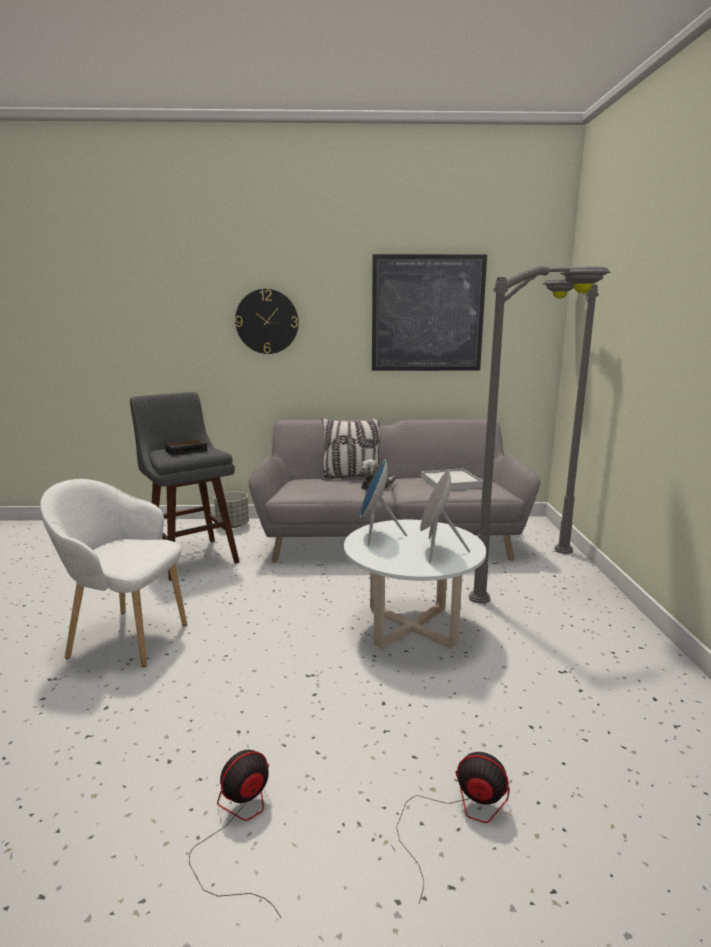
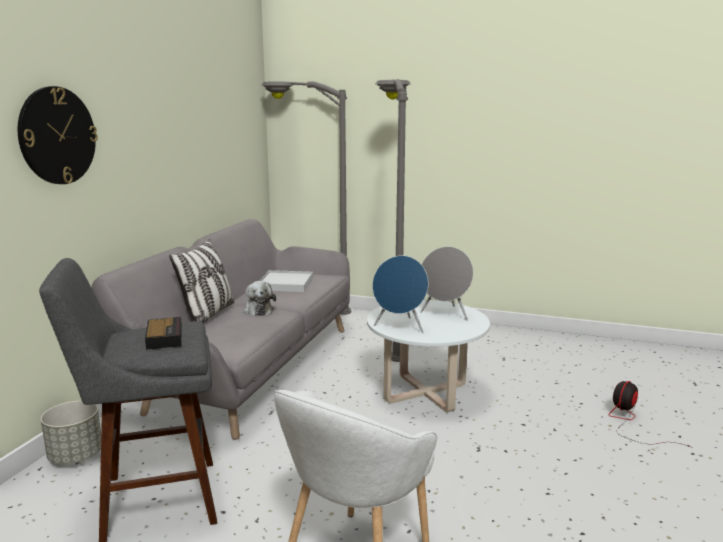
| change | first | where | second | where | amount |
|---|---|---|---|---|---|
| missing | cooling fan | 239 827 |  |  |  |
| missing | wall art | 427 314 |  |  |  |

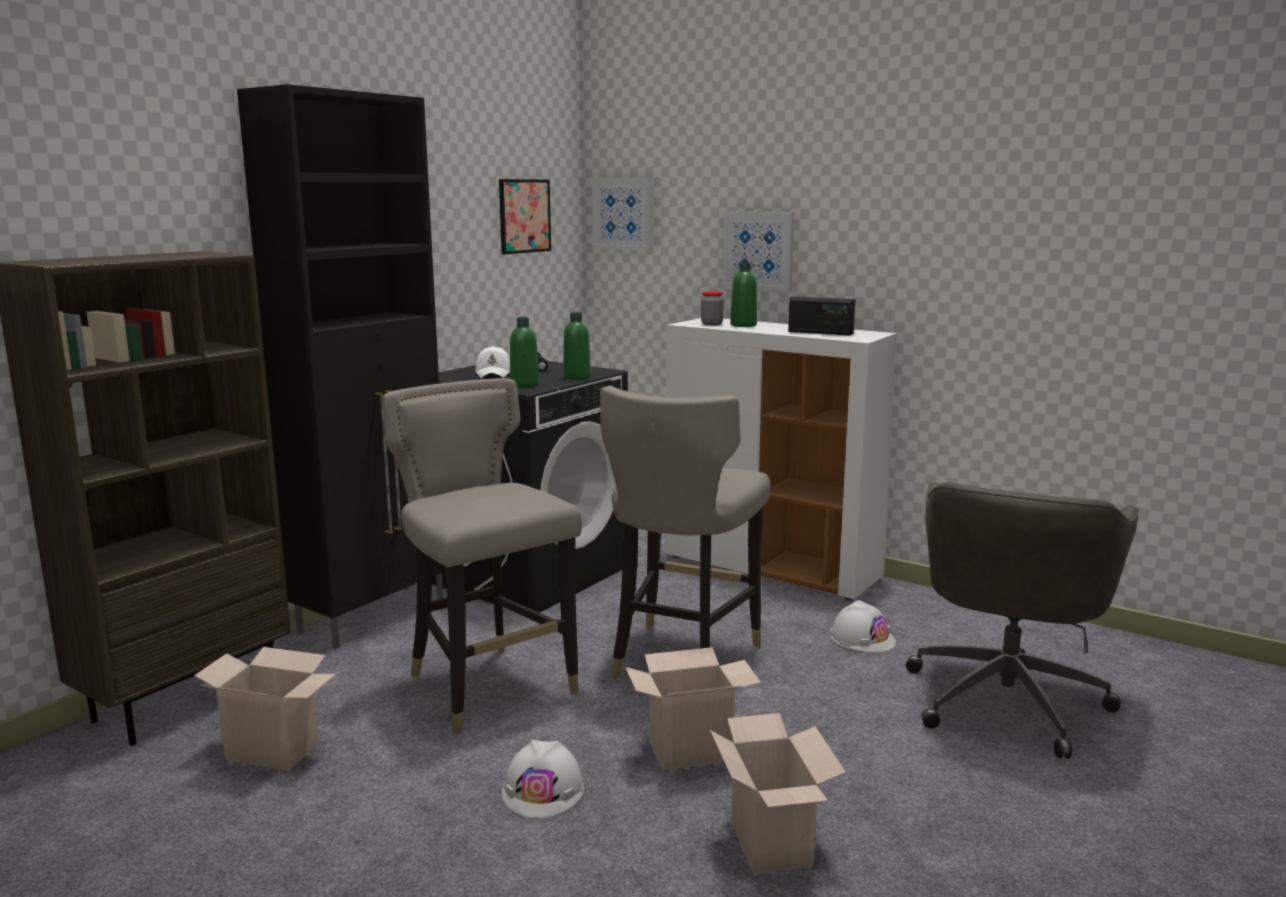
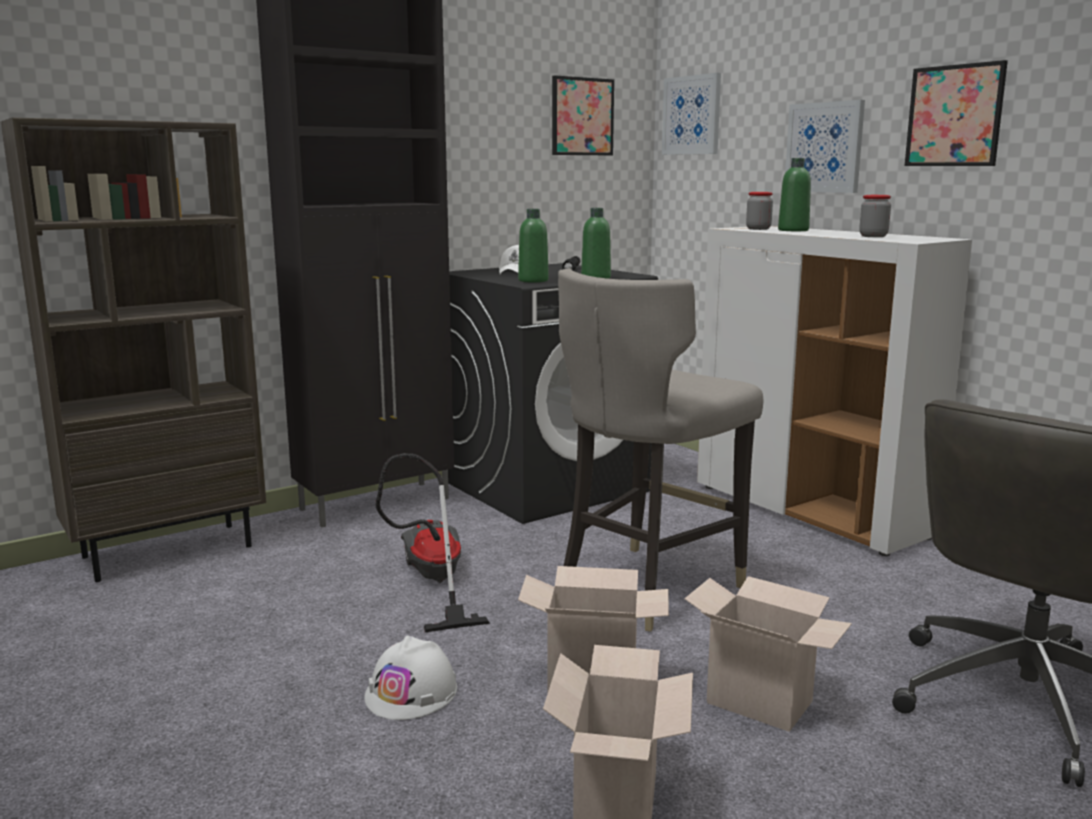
| change | first | where | second | where | amount |
|---|---|---|---|---|---|
| missing | white-coloured hard hat | 862 638 |  |  |  |
| appeared |  |  | wall art | 954 116 |  |
| relocated | packing box | 276 750 |  | 763 702 |  |
| exchanged | greyish sitting stool | 487 686 | hoover | 432 582 |  |
| exchanged | radio set | 820 332 | preserve jar | 873 236 |  |

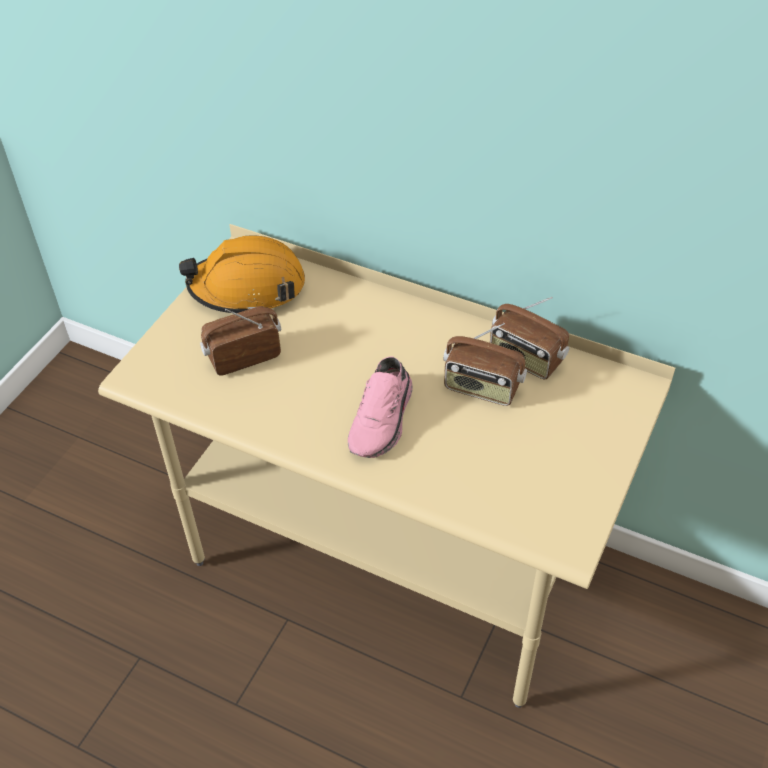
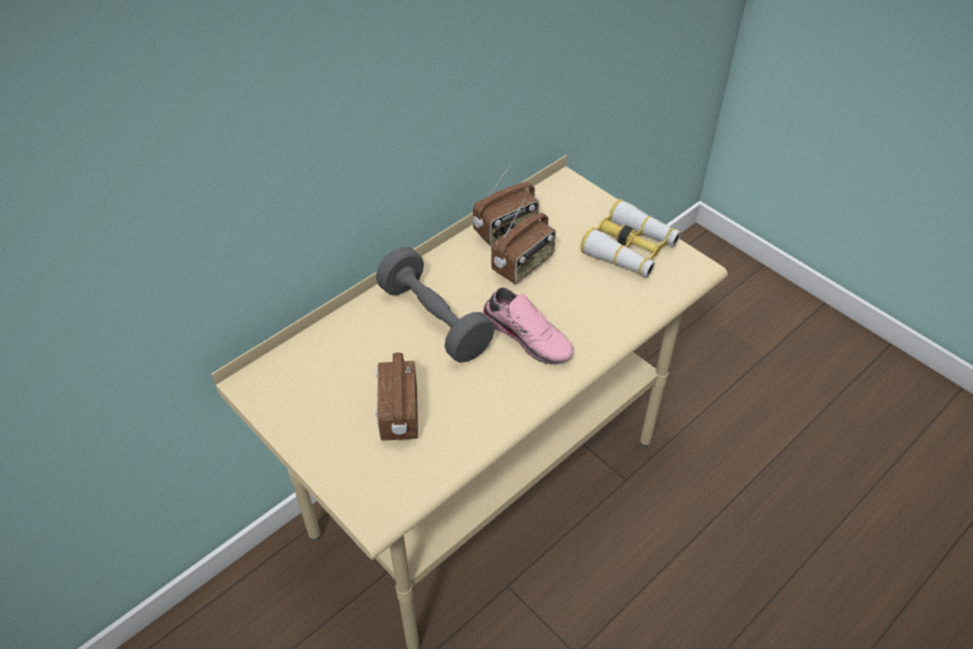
| change | first | where | second | where | amount |
|---|---|---|---|---|---|
| missing | orange-coloured hard hat | 247 288 |  |  |  |
| appeared |  |  | greyish hand weight | 434 320 |  |
| appeared |  |  | field glasses | 630 249 |  |

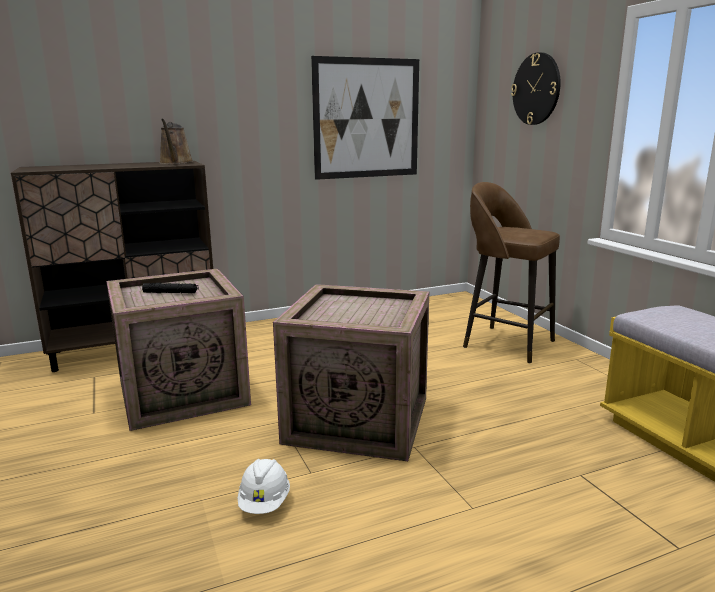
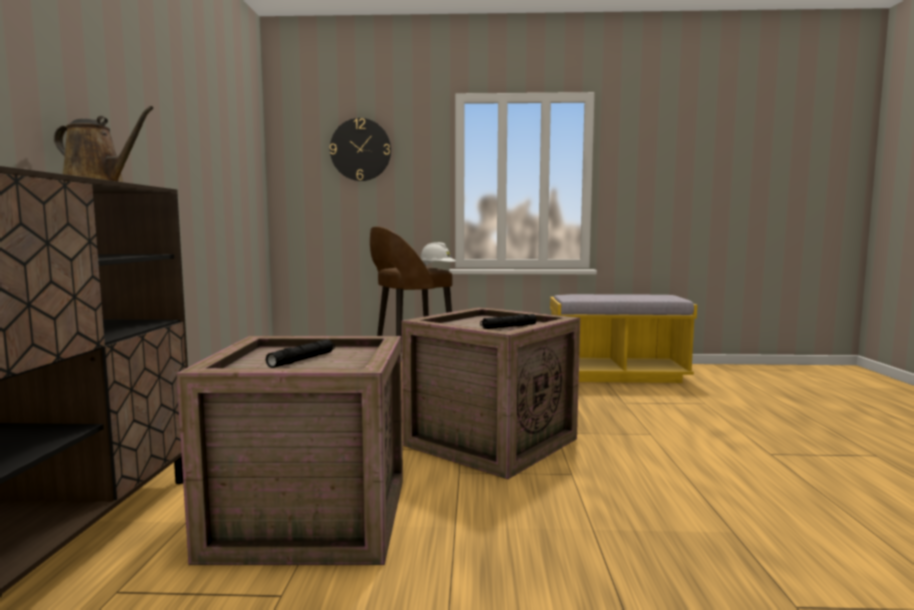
| change | first | where | second | where | amount |
|---|---|---|---|---|---|
| missing | wall art | 367 118 |  |  |  |
| appeared |  |  | blackish hand torch | 508 327 |  |
| relocated | white-coloured hard hat | 264 502 |  | 437 268 |  |

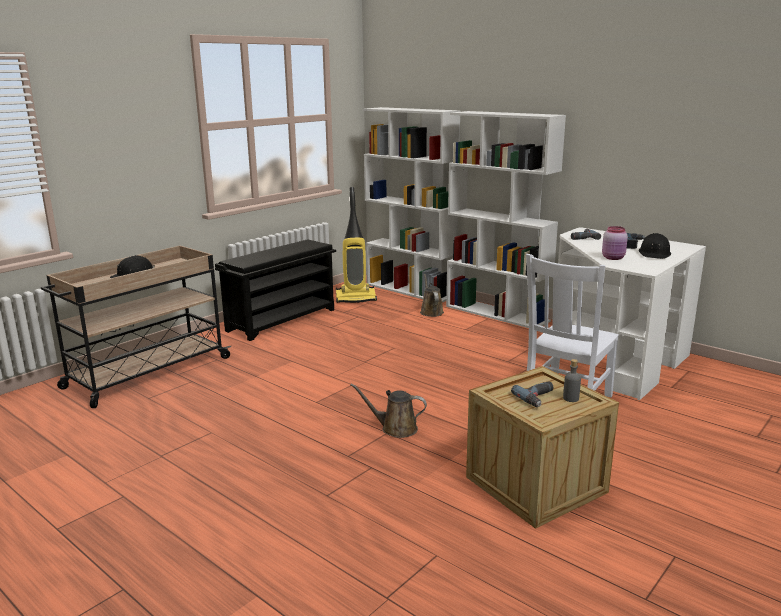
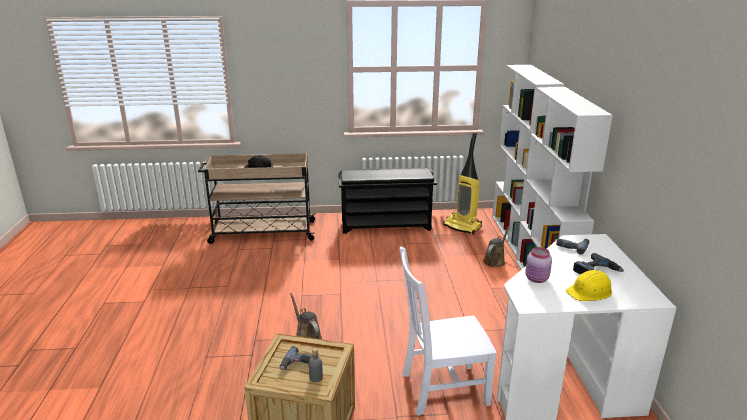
| change | first | where | second | where | amount |
|---|---|---|---|---|---|
| colour | blackish hard hat | 654 253 | yellow hard hat | 590 292 |  |

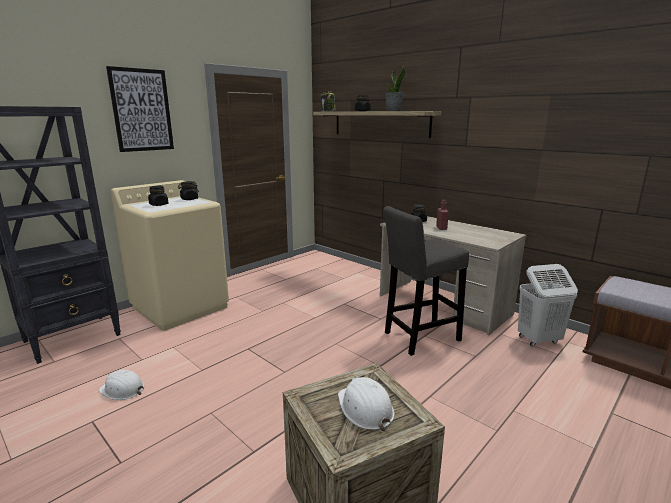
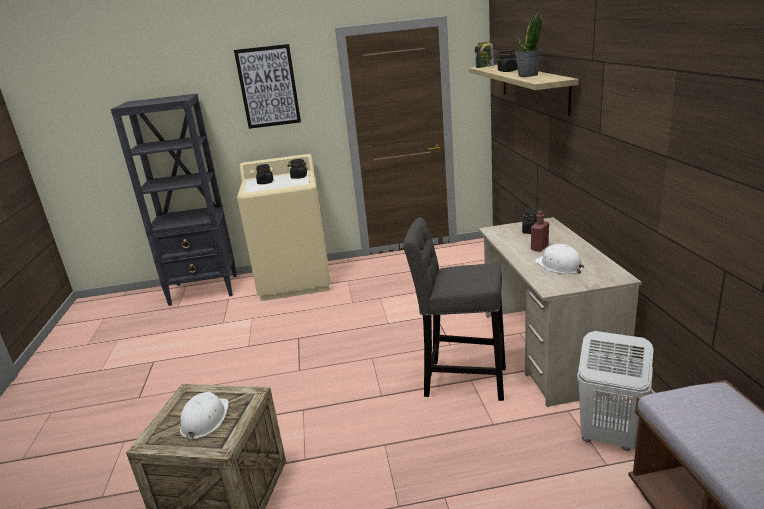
| change | first | where | second | where | amount |
|---|---|---|---|---|---|
| relocated | white-coloured hard hat | 122 389 |  | 559 265 |  |

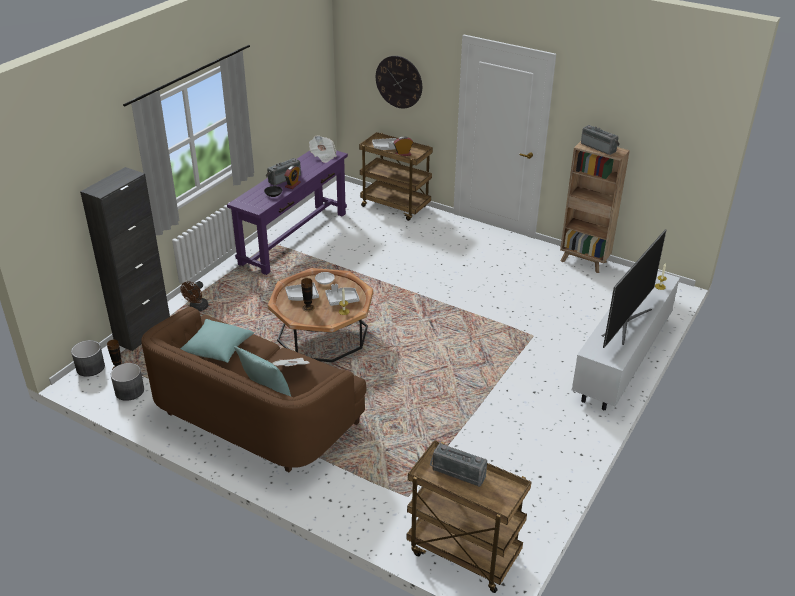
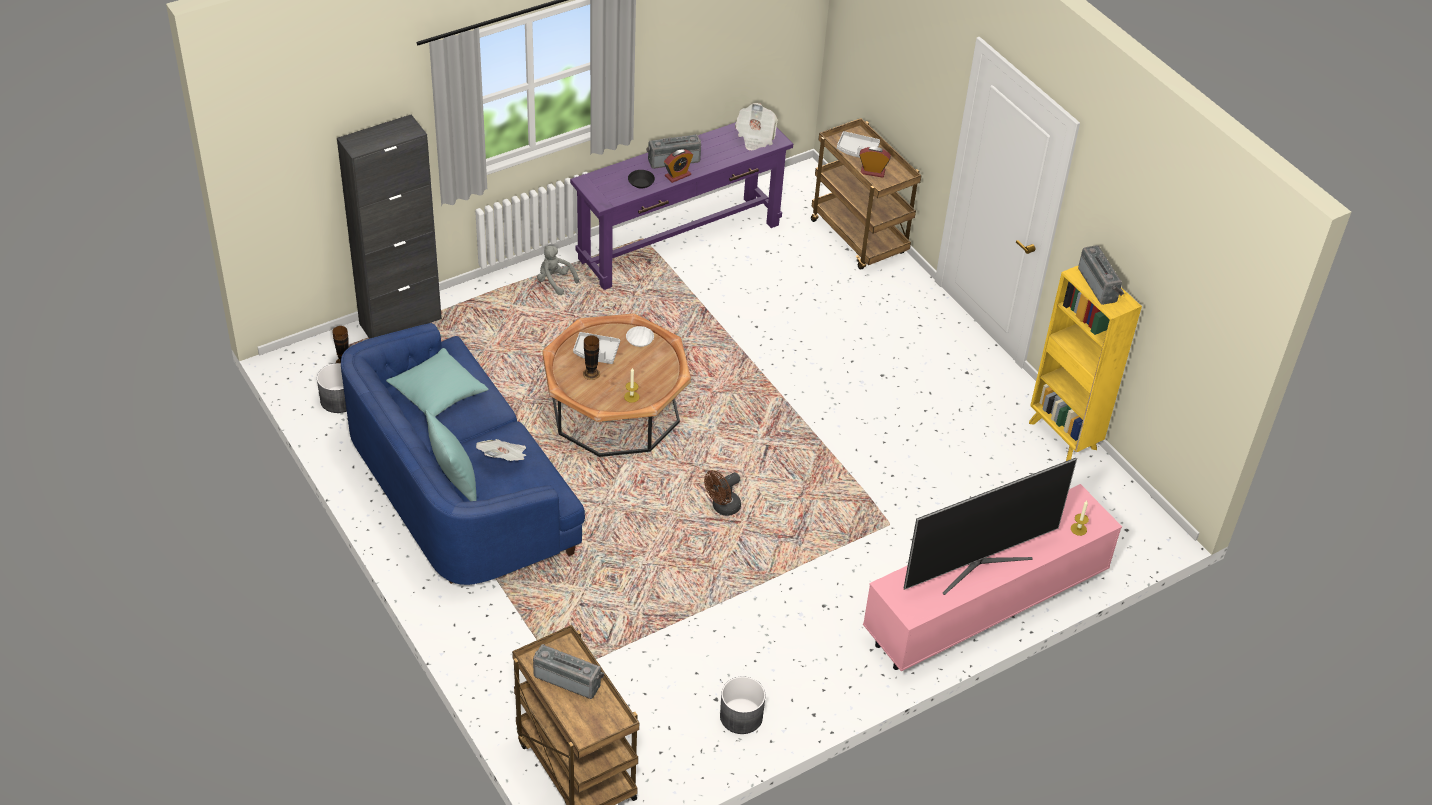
| change | first | where | second | where | amount |
|---|---|---|---|---|---|
| missing | greyish serving tray | 342 299 |  |  |  |
| missing | hanging clock | 399 82 |  |  |  |
| appeared |  |  | greyish soft toy | 555 281 |  |
| relocated | greyish plant pot | 90 367 |  | 741 716 |  |
| relocated | brown cooling fan | 197 308 |  | 722 508 |  |
| colour | brown couch | 254 414 | blue couch | 459 491 |  |
| colour | brown shelving unit | 584 262 | yellow shelving unit | 1063 436 |  |
| colour | white-coloured media console | 621 358 | pink-coloured media console | 983 607 |  |
| spun | radio set | 457 476 |  | 569 678 | 150 degrees clockwise |

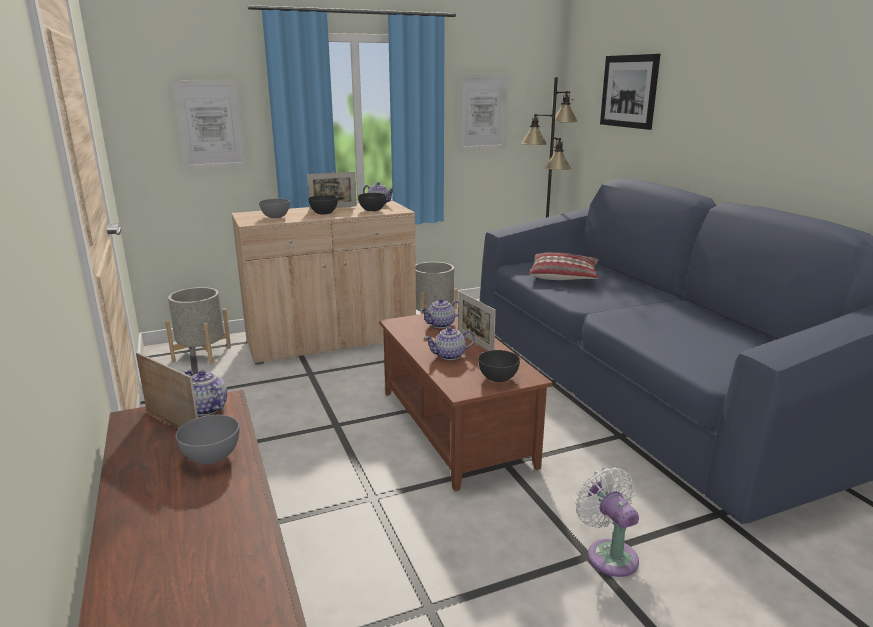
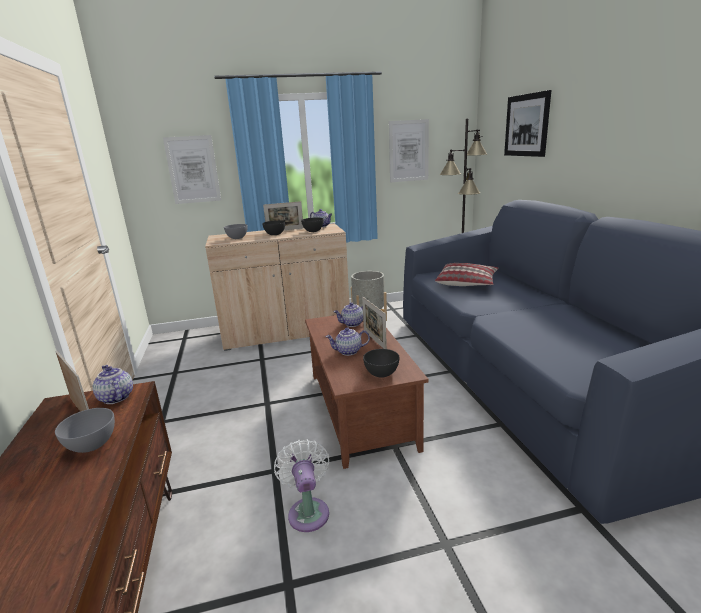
| change | first | where | second | where | amount |
|---|---|---|---|---|---|
| missing | greyish plant pot | 202 354 |  |  |  |
| relocated | white-coloured cooling fan | 609 554 |  | 308 511 |  |

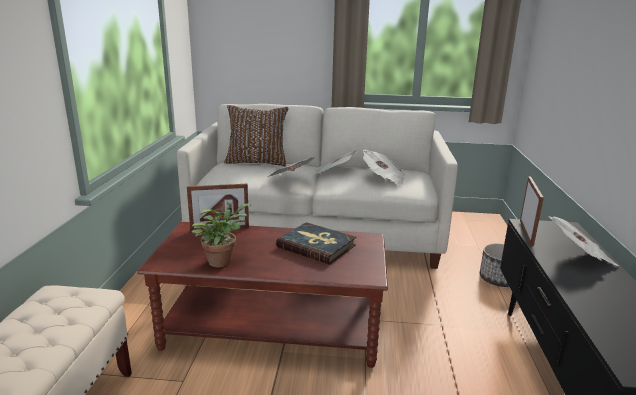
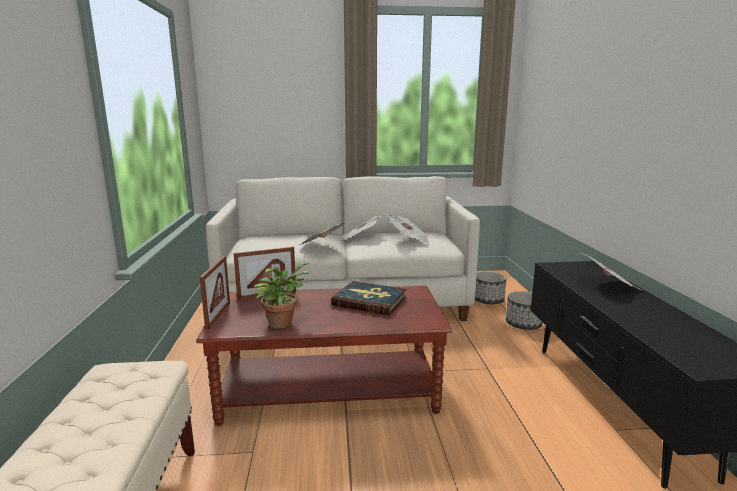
| change | first | where | second | where | amount |
|---|---|---|---|---|---|
| missing | brown cushion | 257 162 |  |  |  |
| appeared |  |  | plant pot | 488 300 |  |
| relocated | photo frame | 526 233 |  | 218 315 |  |

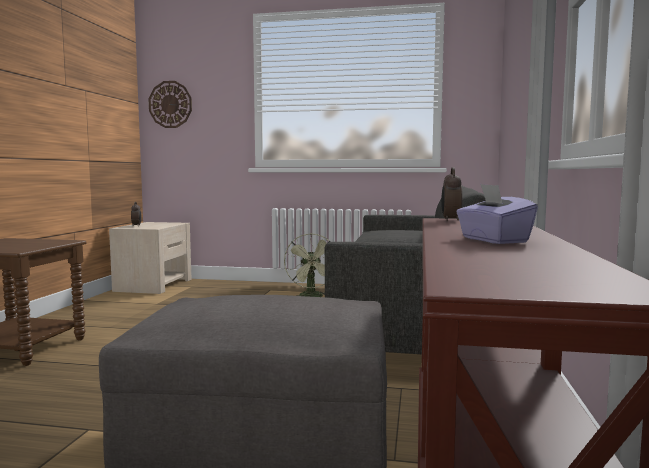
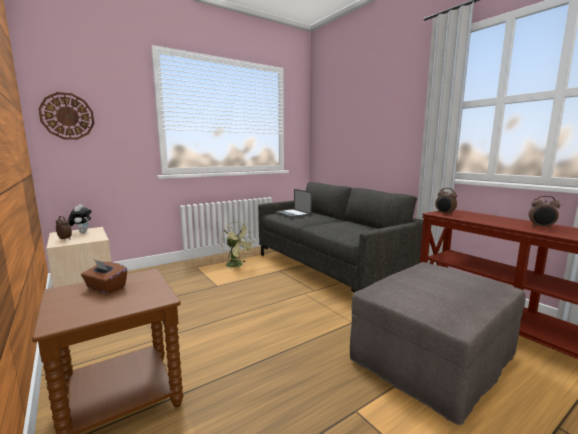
| change | first | where | second | where | amount |
|---|---|---|---|---|---|
| appeared |  |  | soft toy | 82 232 |  |
| appeared |  |  | brown tissue holder | 105 287 |  |
| appeared |  |  | portable computer | 293 214 |  |
| exchanged | purple-coloured tissue holder | 493 240 | alarm clock | 541 227 |  |

